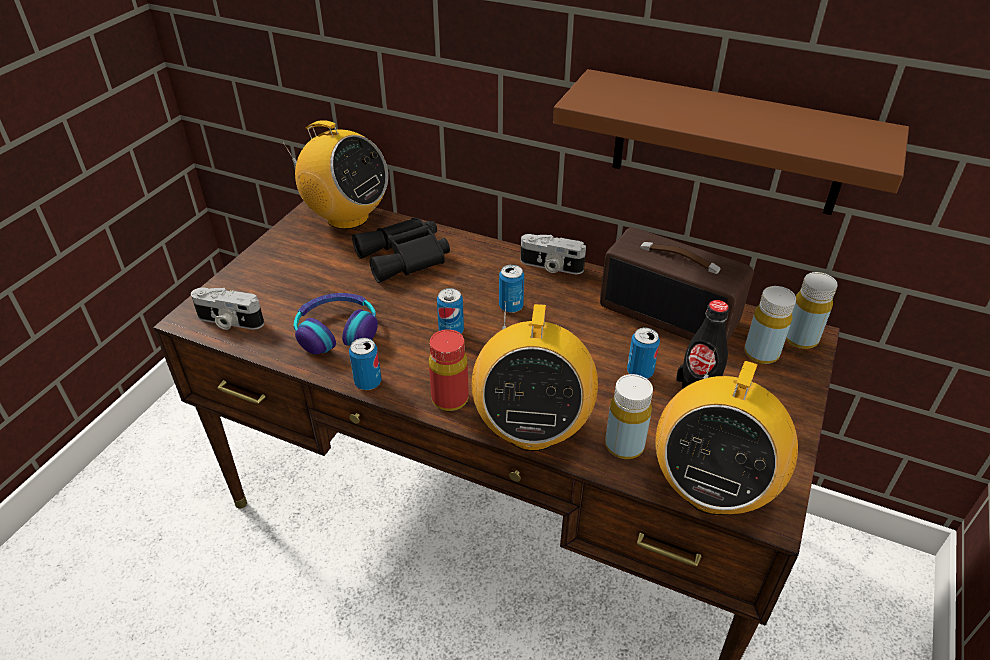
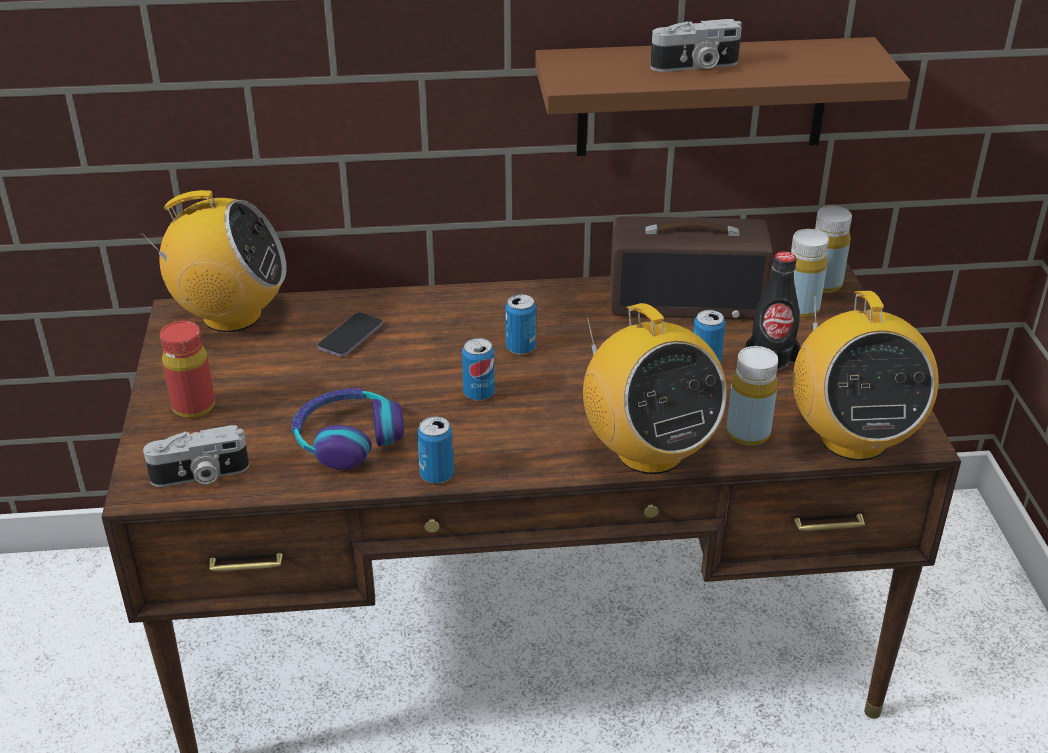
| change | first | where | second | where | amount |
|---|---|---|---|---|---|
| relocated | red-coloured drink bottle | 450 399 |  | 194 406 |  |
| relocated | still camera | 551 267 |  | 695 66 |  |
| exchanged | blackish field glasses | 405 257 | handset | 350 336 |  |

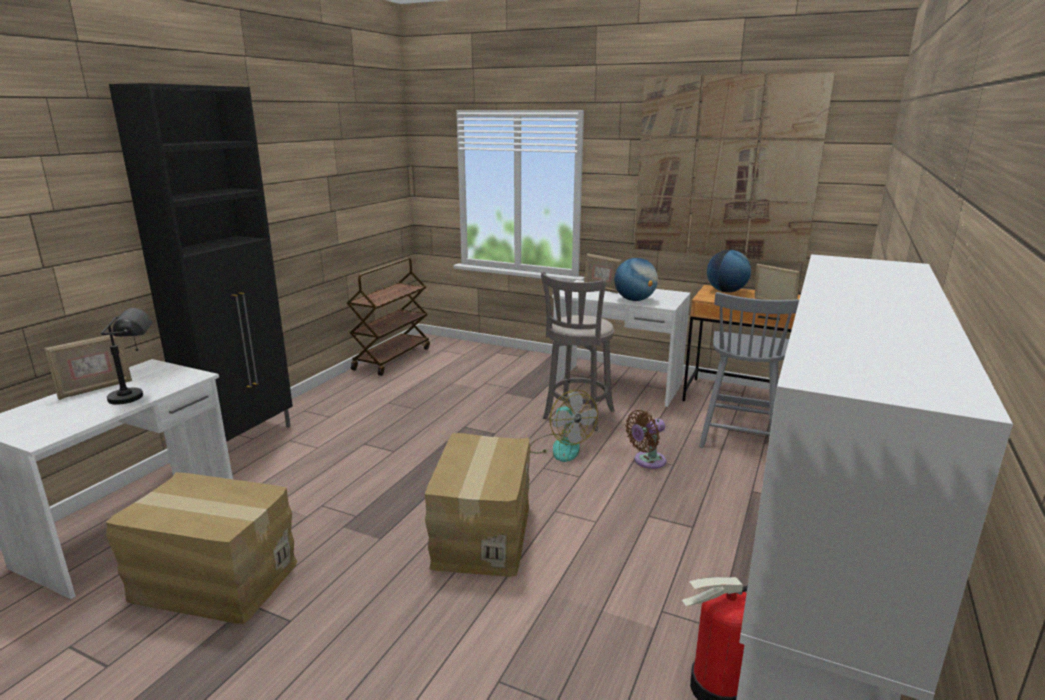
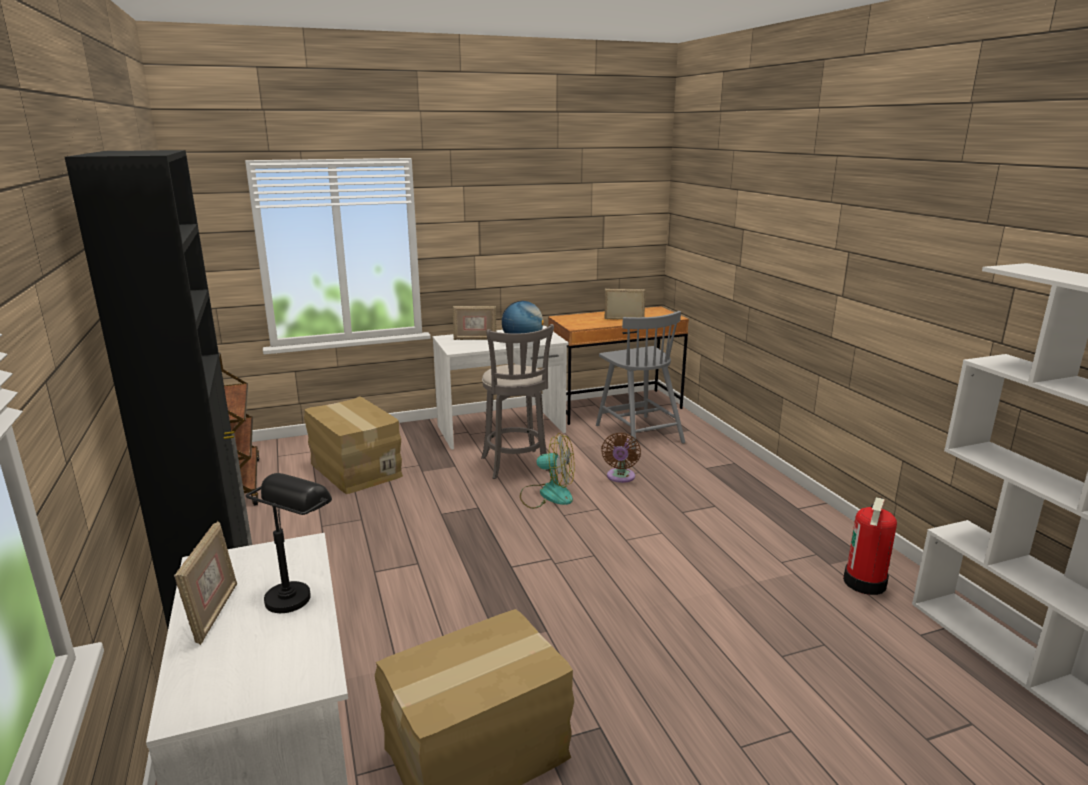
| change | first | where | second | where | amount |
|---|---|---|---|---|---|
| missing | wall art | 725 168 |  |  |  |
| missing | globe | 726 291 |  |  |  |
| relocated | packing box | 481 534 |  | 354 470 |  |

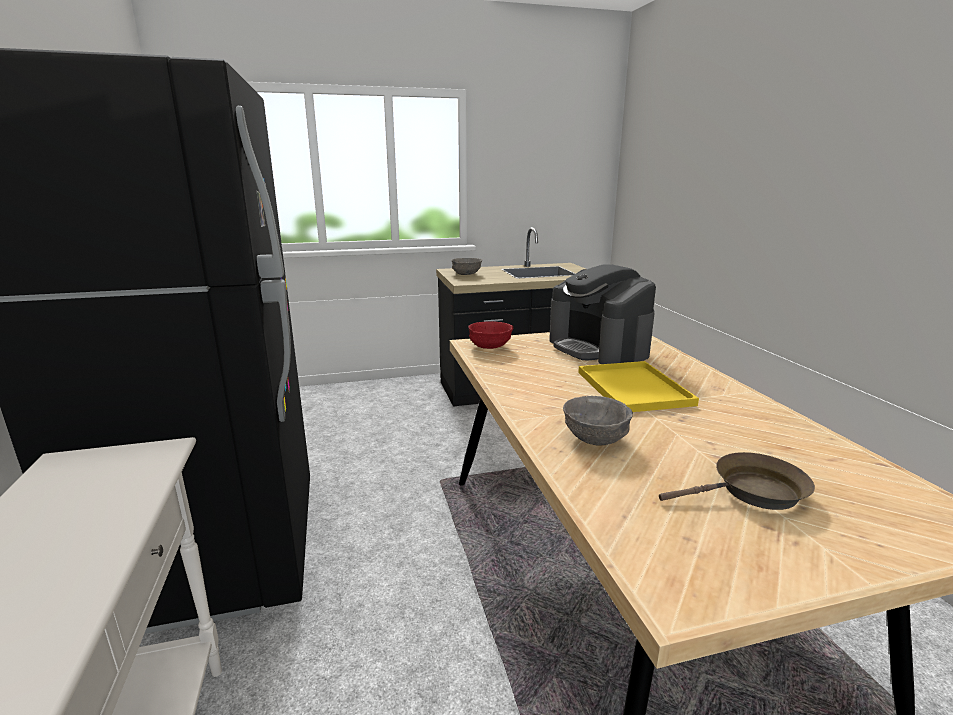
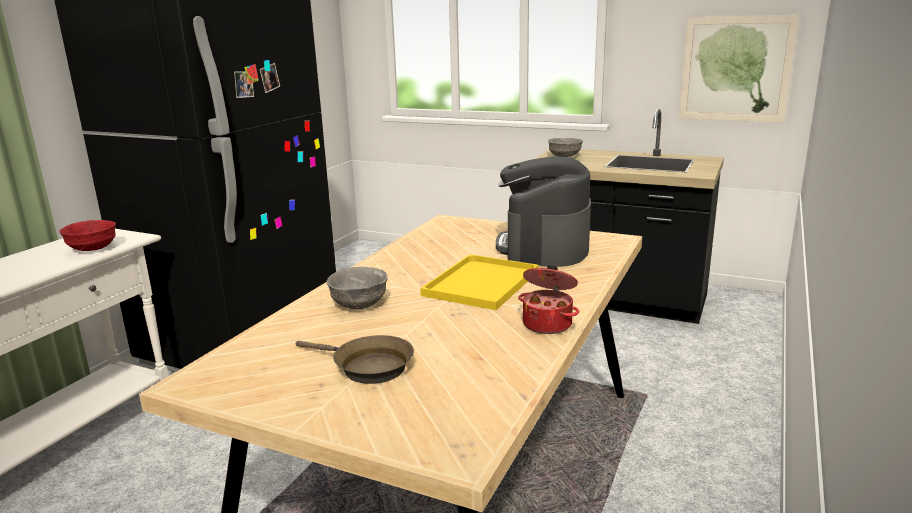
| change | first | where | second | where | amount |
|---|---|---|---|---|---|
| appeared |  |  | stockpot | 548 324 |  |
| appeared |  |  | wall art | 735 69 |  |
| relocated | red-coloured serving bowl | 489 347 |  | 92 249 |  |

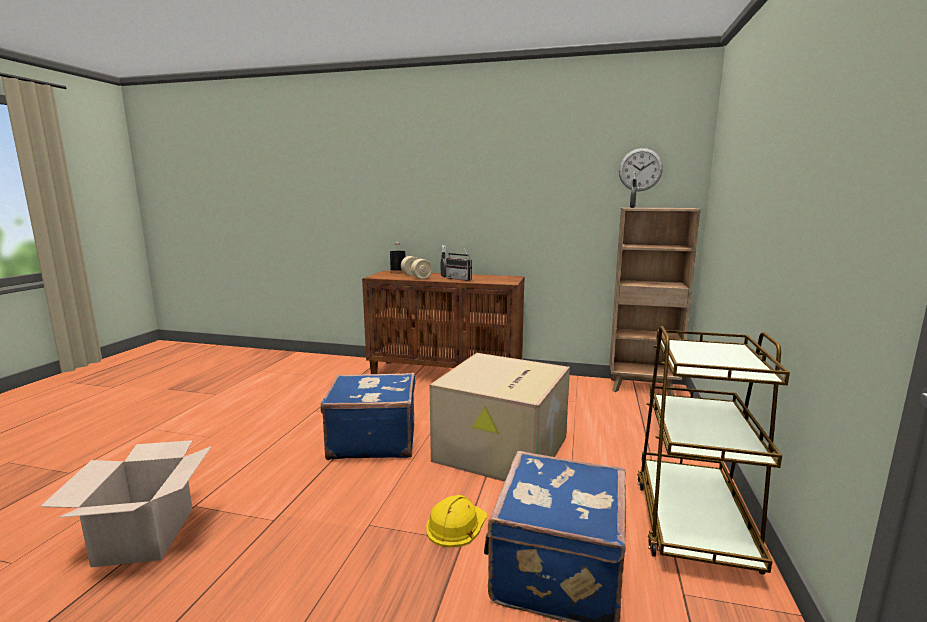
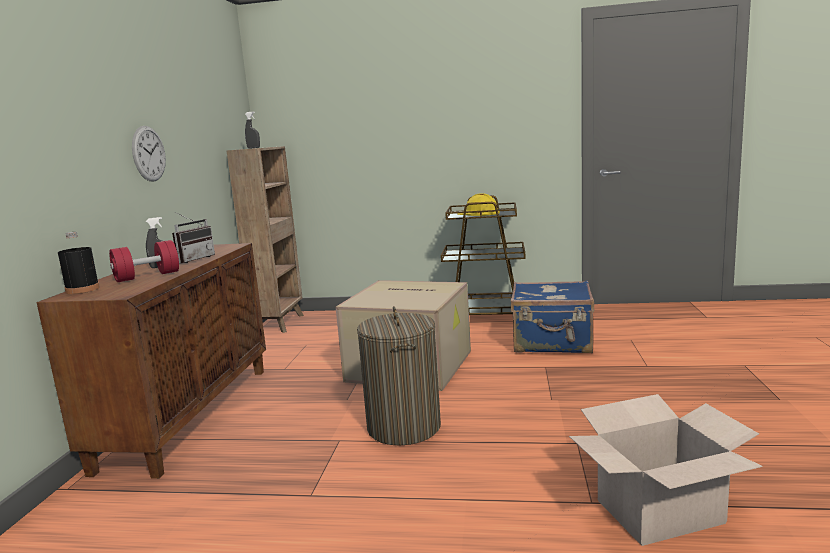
| change | first | where | second | where | amount |
|---|---|---|---|---|---|
| relocated | yellow hard hat | 456 525 |  | 479 213 |  |
| relocated | hanging clock | 640 169 |  | 149 153 |  |
| exchanged | blue piece of luggage | 373 440 | washing basket | 404 427 |  |
| colour | sand-coloured hand weight | 416 276 | red-coloured hand weight | 147 276 |  |

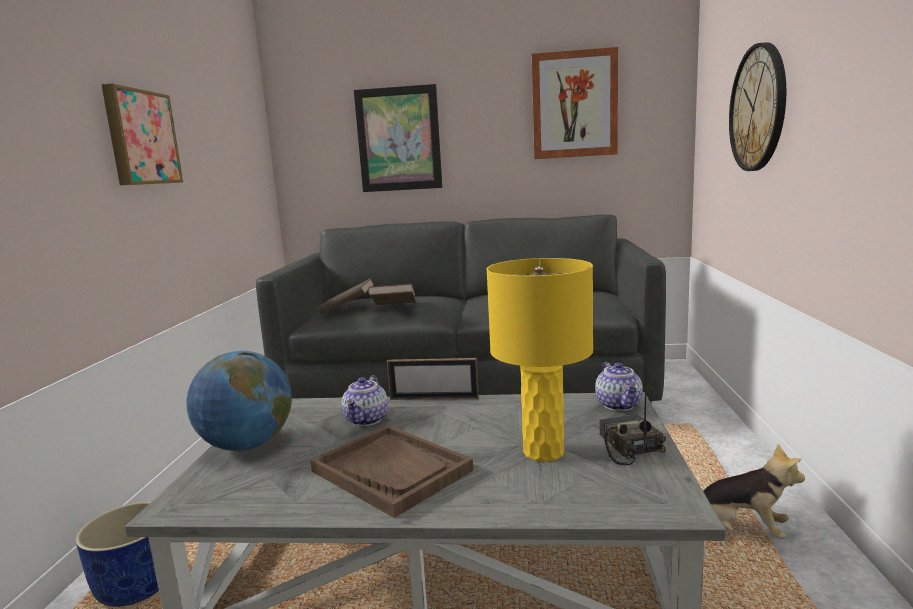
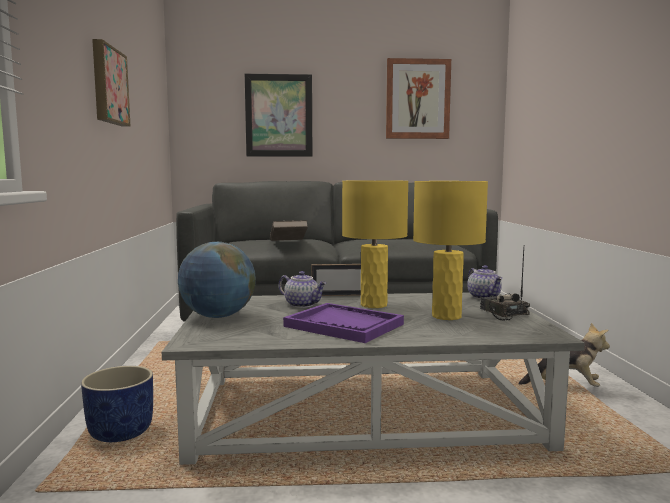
| change | first | where | second | where | amount |
|---|---|---|---|---|---|
| missing | brown book | 347 310 |  |  |  |
| missing | hanging clock | 758 108 |  |  |  |
| appeared |  |  | yellow table lamp | 374 305 |  |
| colour | brown serving tray | 392 471 | purple-coloured serving tray | 344 325 |  |
| spun | teapot | 367 420 |  | 303 305 | 60 degrees counterclockwise |

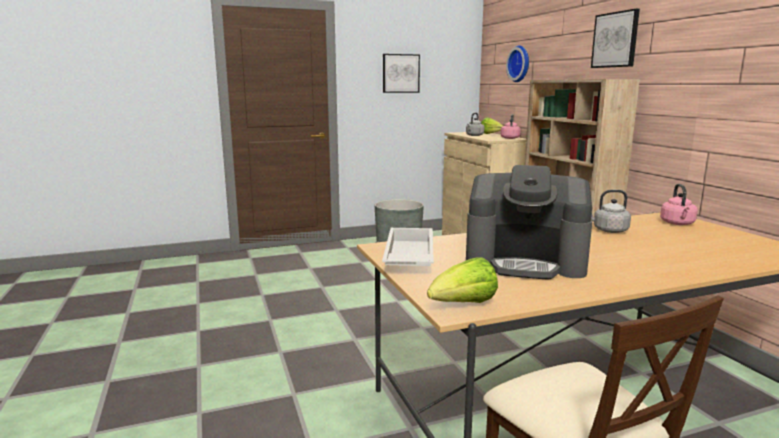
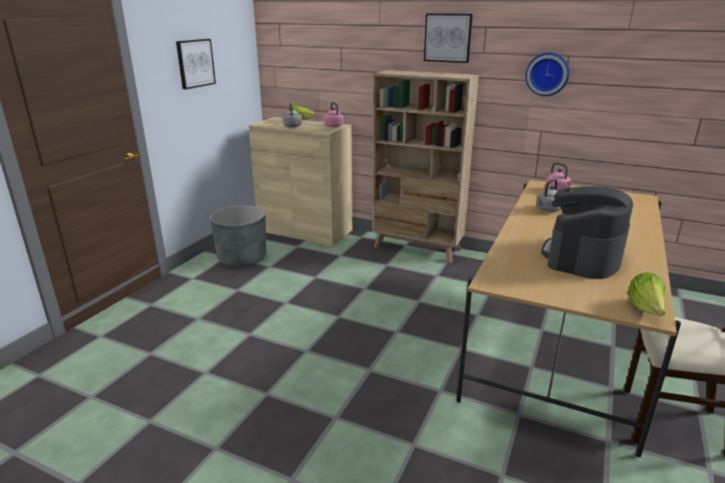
| change | first | where | second | where | amount |
|---|---|---|---|---|---|
| missing | white-coloured serving tray | 407 257 |  |  |  |
| relocated | hanging clock | 520 64 |  | 547 74 |  |
| spun | coffee brewer | 525 262 |  | 582 257 | 150 degrees clockwise |

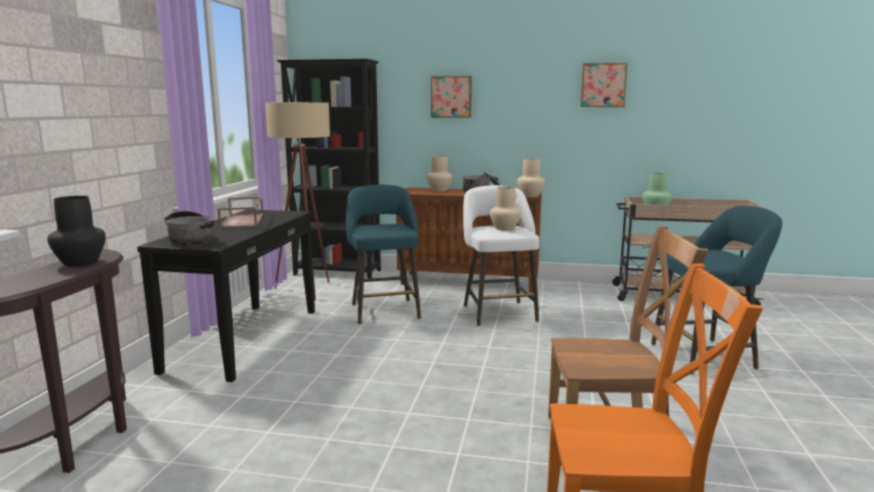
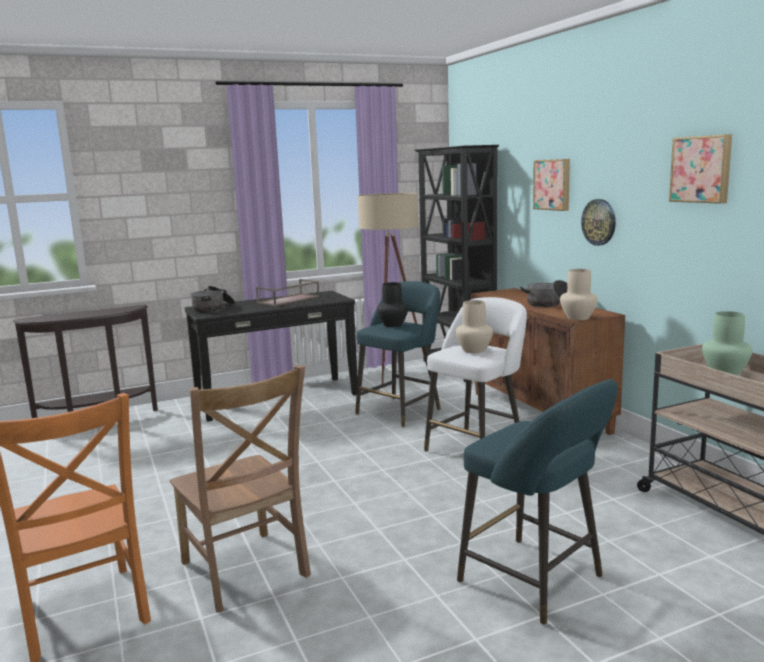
| change | first | where | second | where | amount |
|---|---|---|---|---|---|
| missing | sand-coloured decorative vase | 439 190 |  |  |  |
| appeared |  |  | hanging clock | 599 222 |  |
| relocated | blackish decorative vase | 80 262 |  | 393 324 |  |

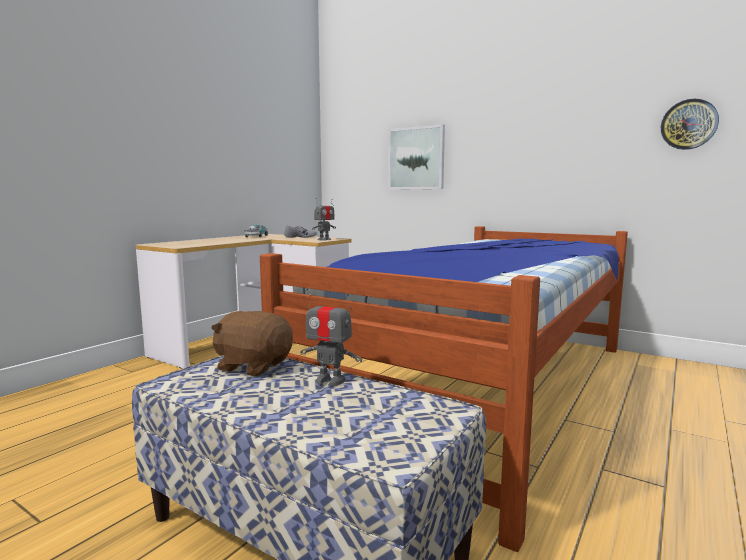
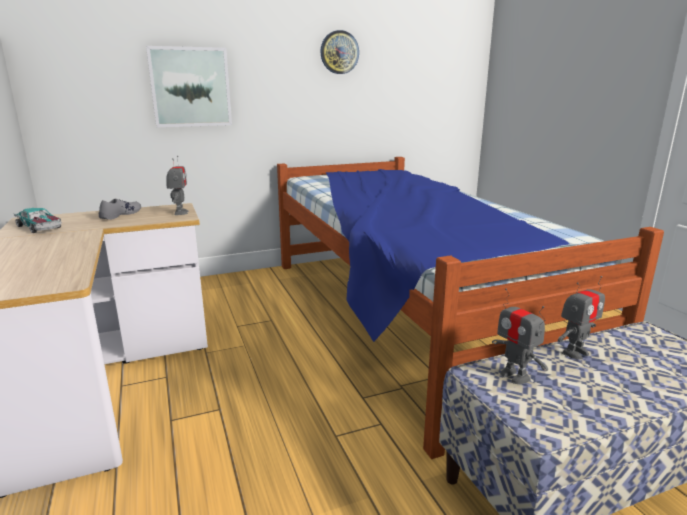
| change | first | where | second | where | amount |
|---|---|---|---|---|---|
| relocated | hanging clock | 688 124 |  | 339 52 |  |
| exchanged | brown soft toy | 253 366 | robot figure | 514 376 |  |

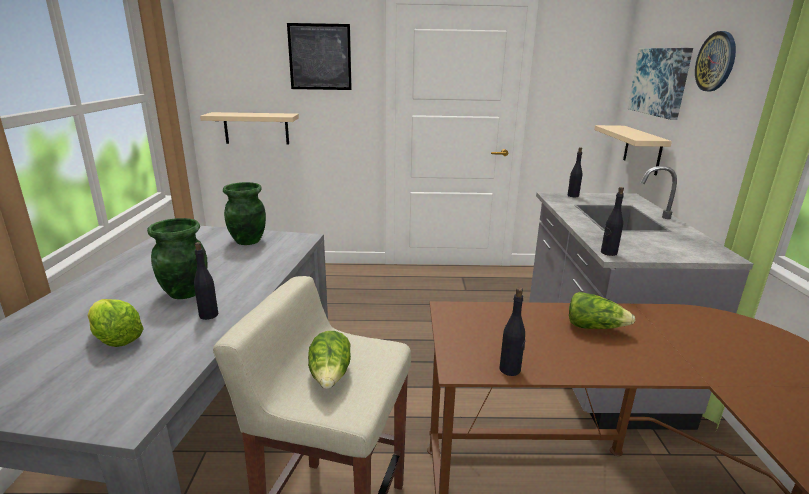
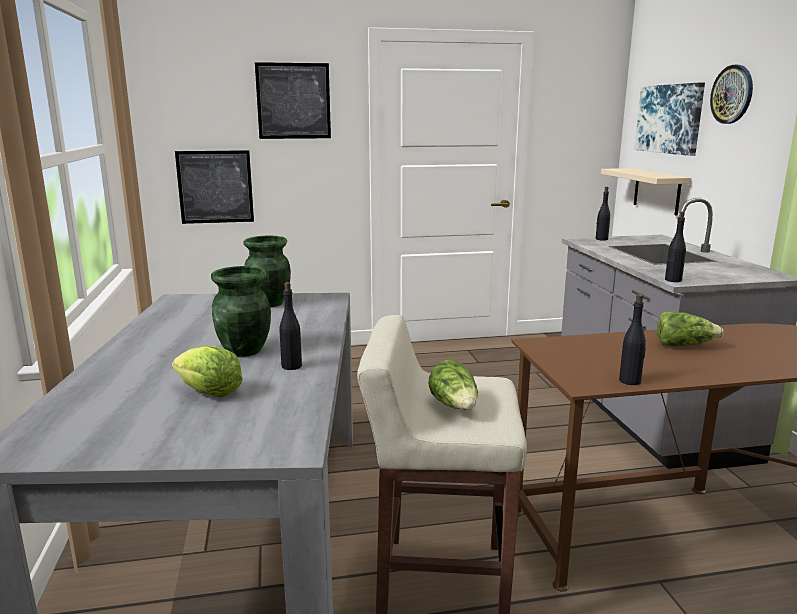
| change | first | where | second | where | amount |
|---|---|---|---|---|---|
| exchanged | sand-coloured wall shelf | 256 128 | wall art | 215 187 |  |

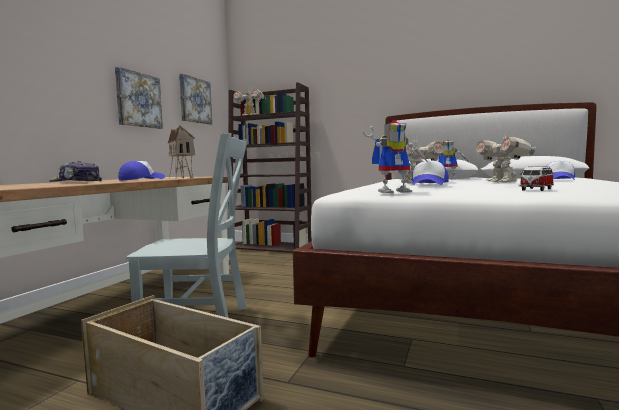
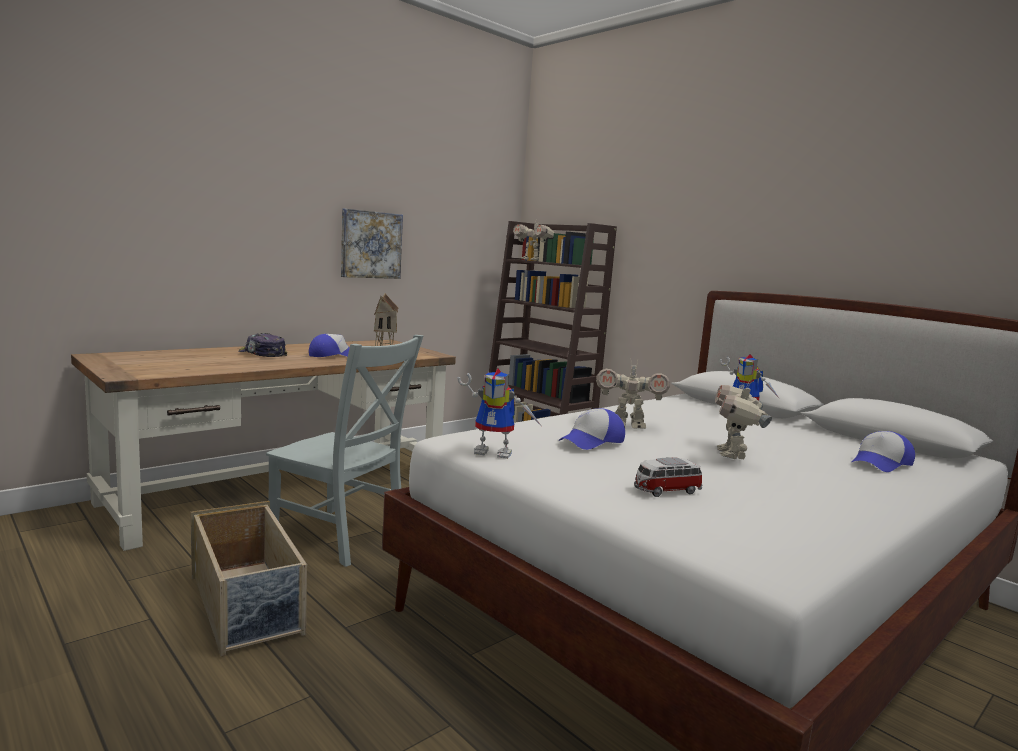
| change | first | where | second | where | amount |
|---|---|---|---|---|---|
| missing | wall art | 195 100 |  |  |  |

